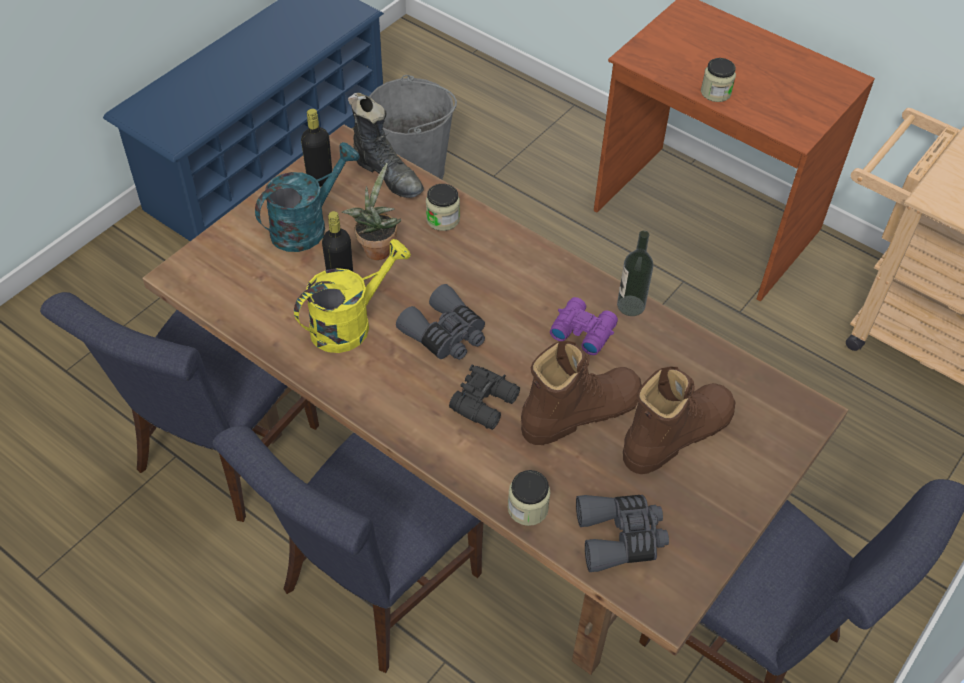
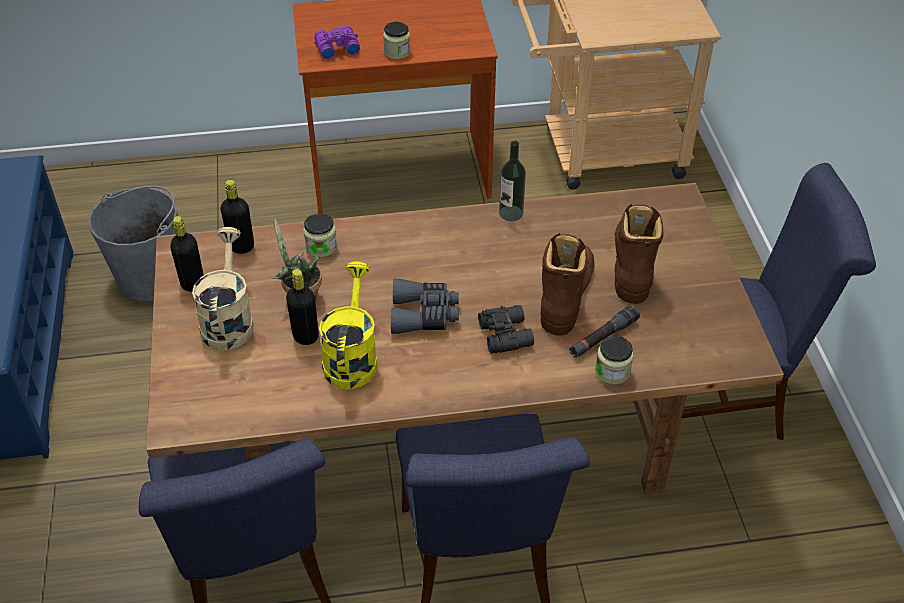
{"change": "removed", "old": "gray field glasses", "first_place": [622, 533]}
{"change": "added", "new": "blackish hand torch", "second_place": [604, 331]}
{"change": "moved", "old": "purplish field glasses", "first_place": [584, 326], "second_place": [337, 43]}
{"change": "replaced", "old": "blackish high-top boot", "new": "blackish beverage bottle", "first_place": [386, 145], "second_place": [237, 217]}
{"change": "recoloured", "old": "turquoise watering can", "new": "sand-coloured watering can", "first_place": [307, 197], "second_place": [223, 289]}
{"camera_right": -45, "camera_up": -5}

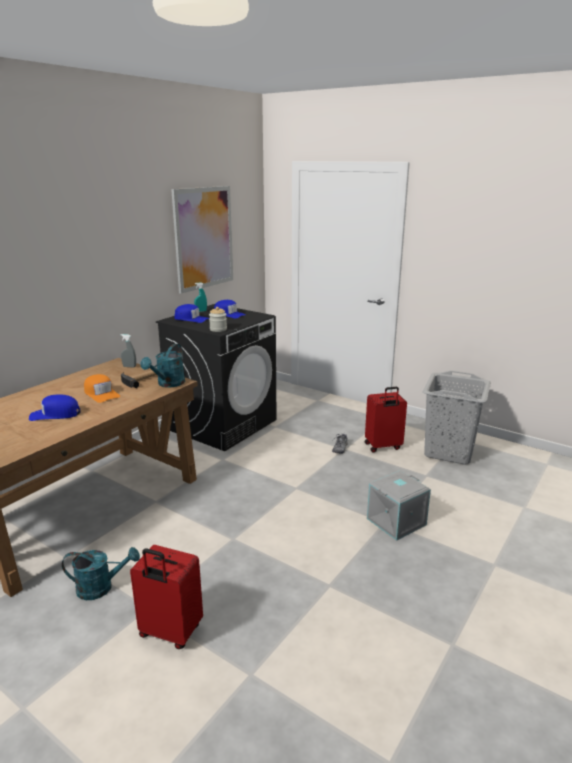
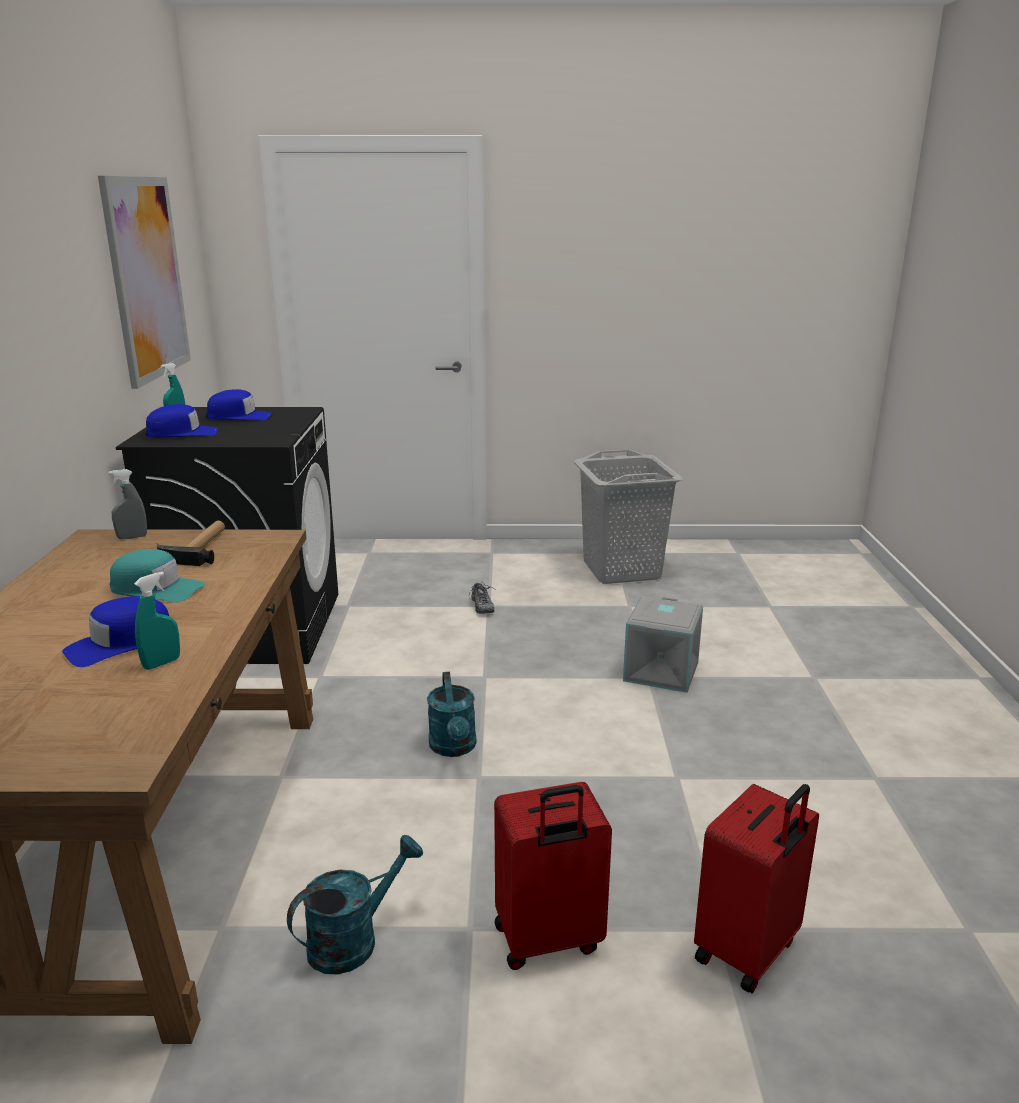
{"change": "removed", "old": "jar", "first_place": [218, 319]}
{"change": "added", "new": "turquoise spray bottle", "second_place": [157, 621]}
{"change": "moved", "old": "turquoise watering can", "first_place": [162, 366], "second_place": [452, 714]}
{"change": "moved", "old": "reddish piece of luggage", "first_place": [386, 420], "second_place": [756, 888]}
{"change": "recoloured", "old": "orange baseball cap", "new": "turquoise baseball cap", "first_place": [102, 388], "second_place": [158, 575]}
{"camera_right": -35, "camera_up": 0}

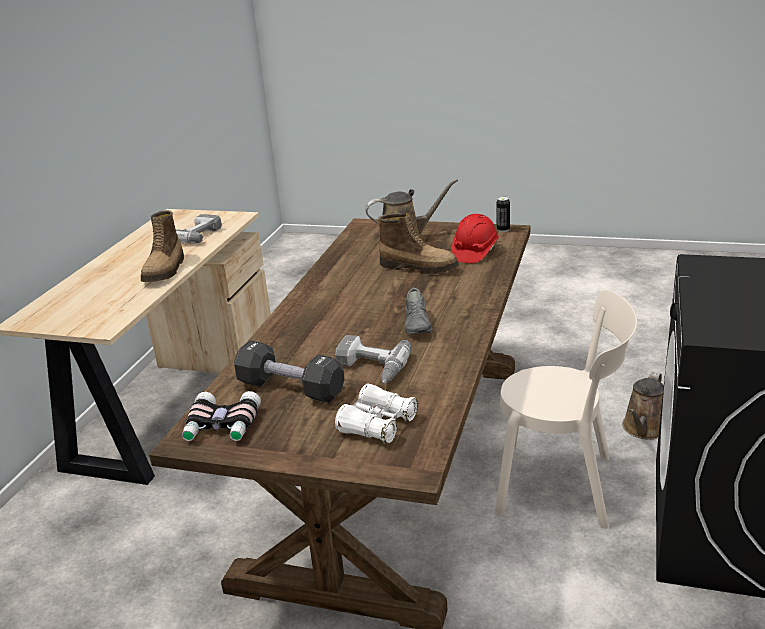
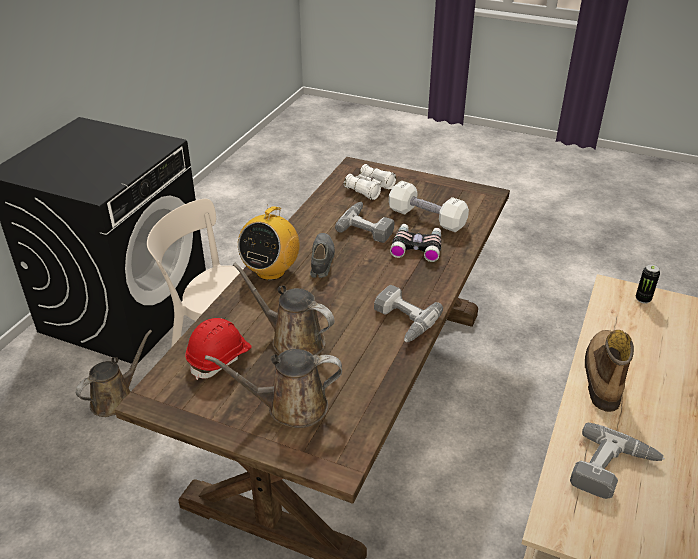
{"change": "added", "new": "radio", "second_place": [269, 243]}
{"change": "added", "new": "drill", "second_place": [408, 313]}
{"change": "moved", "old": "field glasses", "first_place": [221, 416], "second_place": [415, 243]}
{"change": "moved", "old": "can", "first_place": [503, 214], "second_place": [648, 284]}
{"change": "replaced", "old": "high-top boot", "new": "brown-coloured watering can", "first_place": [418, 243], "second_place": [283, 309]}
{"change": "recoloured", "old": "blackish dumbbell", "new": "white dumbbell", "first_place": [289, 371], "second_place": [429, 206]}
{"camera_right": -175, "camera_up": 10}

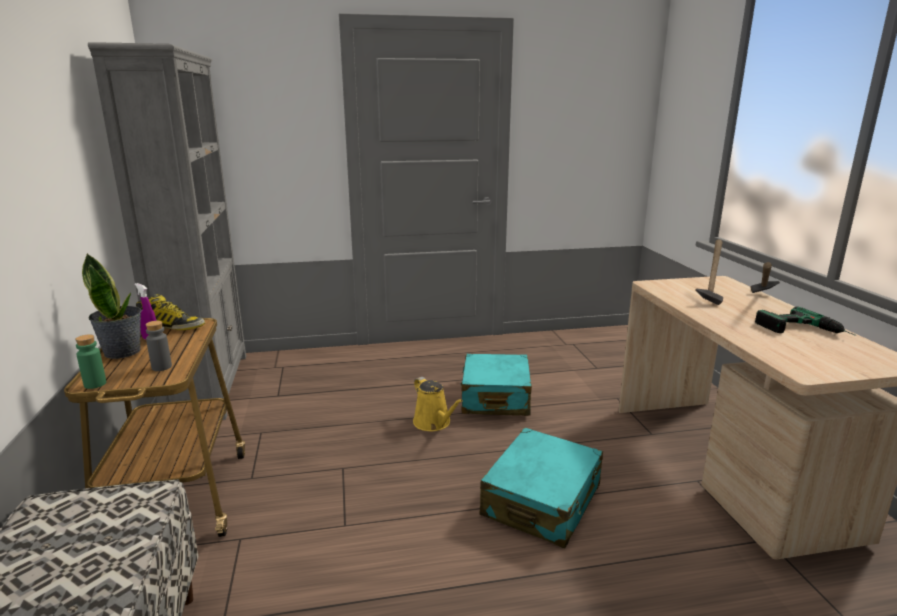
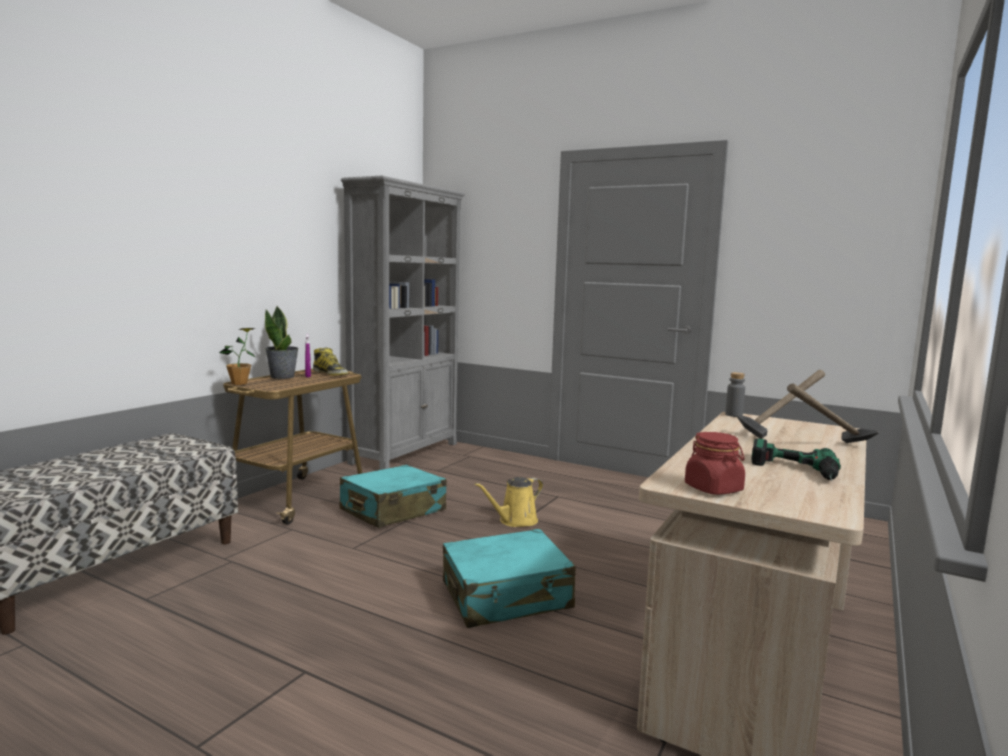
{"change": "added", "new": "reddish jar", "second_place": [715, 463]}
{"change": "moved", "old": "gray beverage bottle", "first_place": [158, 346], "second_place": [735, 394]}
{"change": "moved", "old": "turquoise piece of luggage", "first_place": [496, 385], "second_place": [393, 496]}
{"change": "replaced", "old": "green beverage bottle", "new": "plant in a pot", "first_place": [90, 361], "second_place": [237, 356]}
{"change": "turned", "old": "yellow watering can", "first_place": [438, 404], "second_place": [509, 502], "degrees": 45}
{"camera_right": 40, "camera_up": -10}

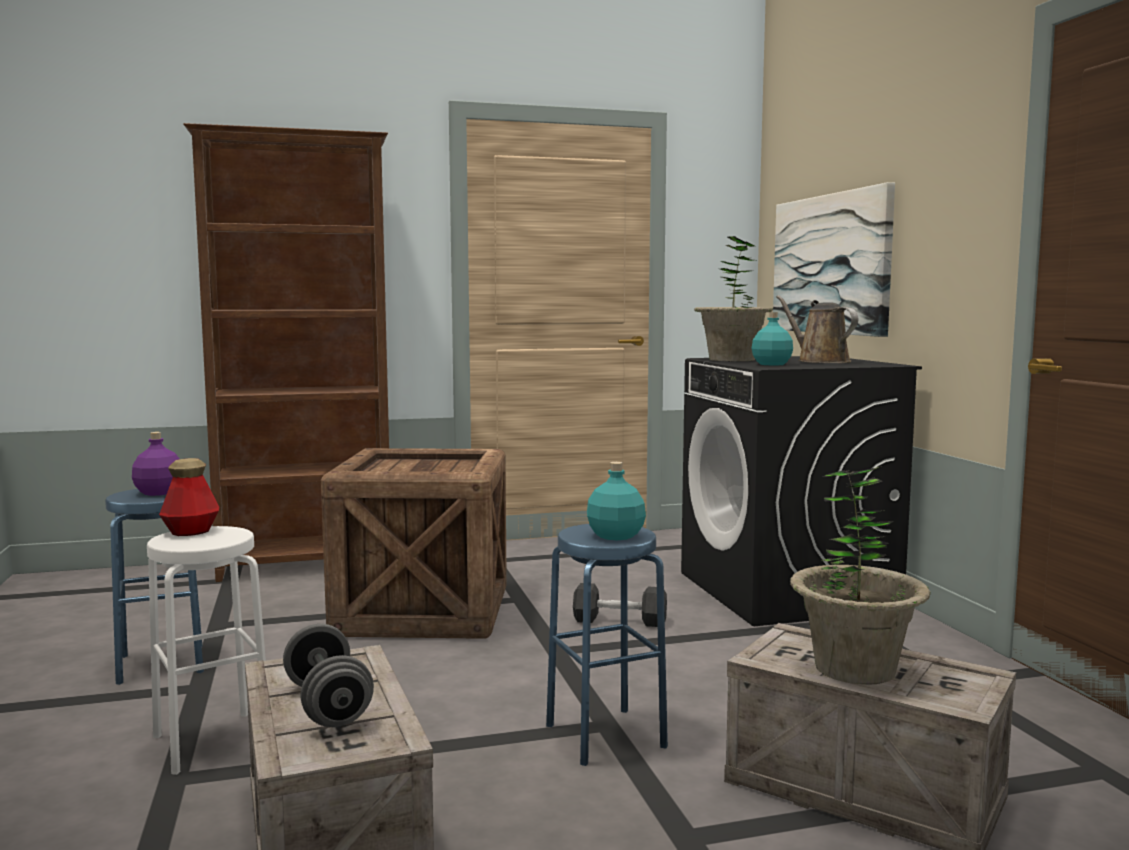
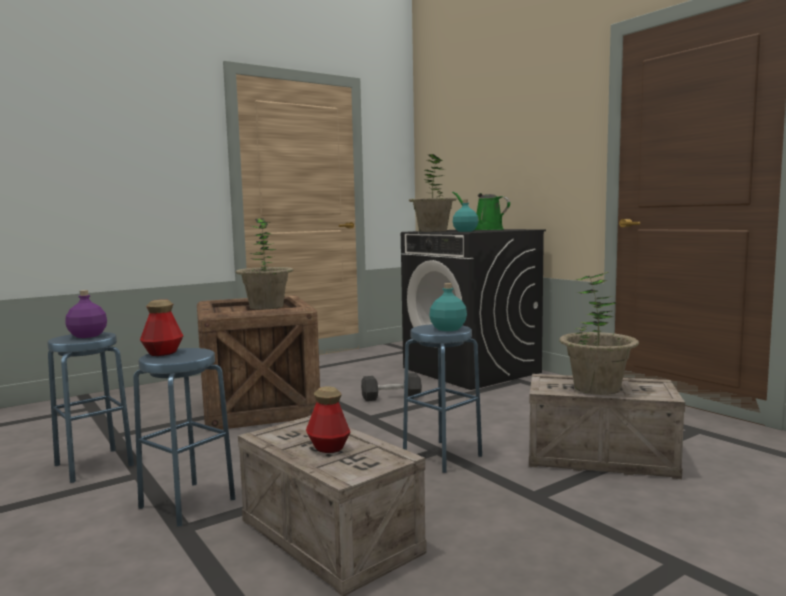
{"change": "removed", "old": "brown-coloured bookshelf", "first_place": [286, 352]}
{"change": "removed", "old": "wall picture", "first_place": [834, 259]}
{"change": "added", "new": "plant in a pot", "second_place": [264, 264]}
{"change": "replaced", "old": "gray dumbbell", "new": "beverage bottle", "first_place": [328, 675], "second_place": [328, 419]}
{"change": "recoloured", "old": "white stool", "new": "bluish stool", "first_place": [206, 650], "second_place": [184, 437]}
{"change": "recoloured", "old": "brown-coloured watering can", "new": "green watering can", "first_place": [817, 329], "second_place": [481, 210]}
{"camera_right": -20, "camera_up": 0}

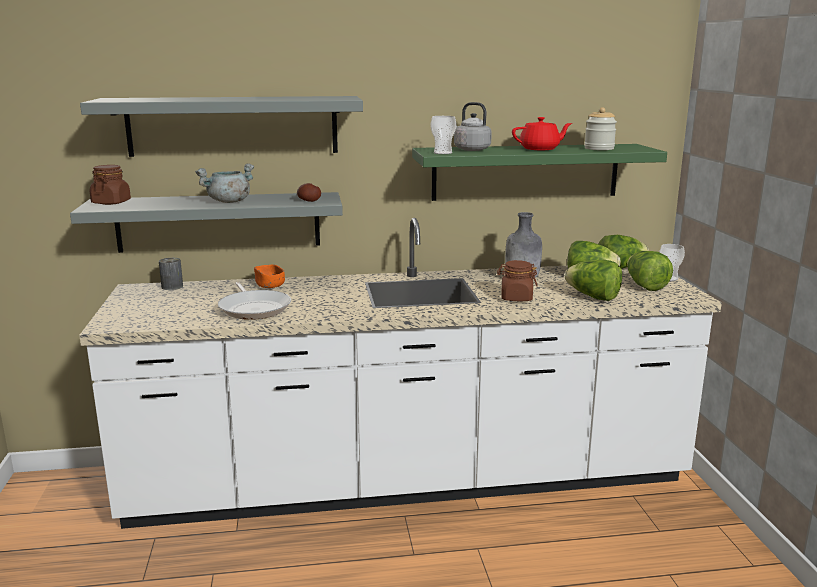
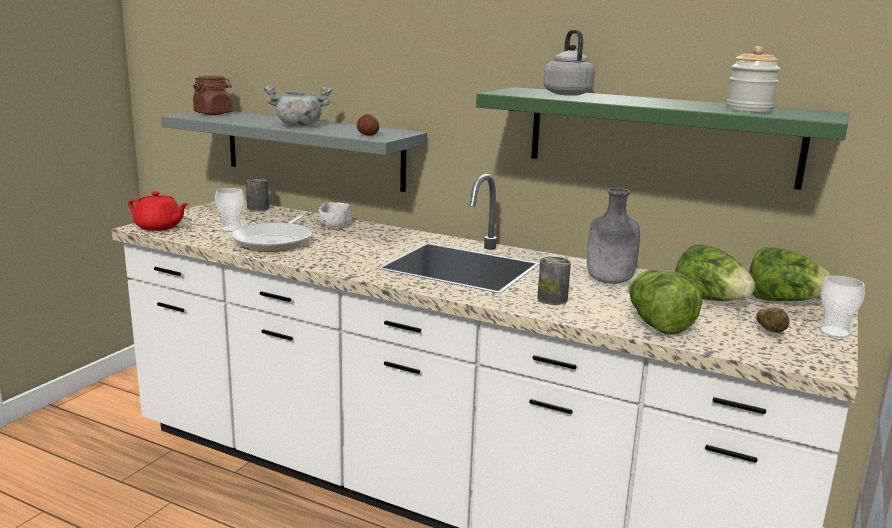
{"change": "removed", "old": "gray bracket shelf", "first_place": [221, 126]}
{"change": "moved", "old": "drinking cup", "first_place": [443, 135], "second_place": [229, 210]}
{"change": "moved", "old": "reddish tea pot", "first_place": [542, 133], "second_place": [158, 211]}
{"change": "replaced", "old": "brown-coloured jar", "new": "can", "first_place": [517, 280], "second_place": [554, 281]}
{"change": "replaced", "old": "lettuce head", "new": "spud", "first_place": [650, 271], "second_place": [773, 320]}
{"change": "recoloured", "old": "orange bowl", "new": "white bowl", "first_place": [269, 276], "second_place": [334, 215]}
{"camera_right": 35, "camera_up": 0}

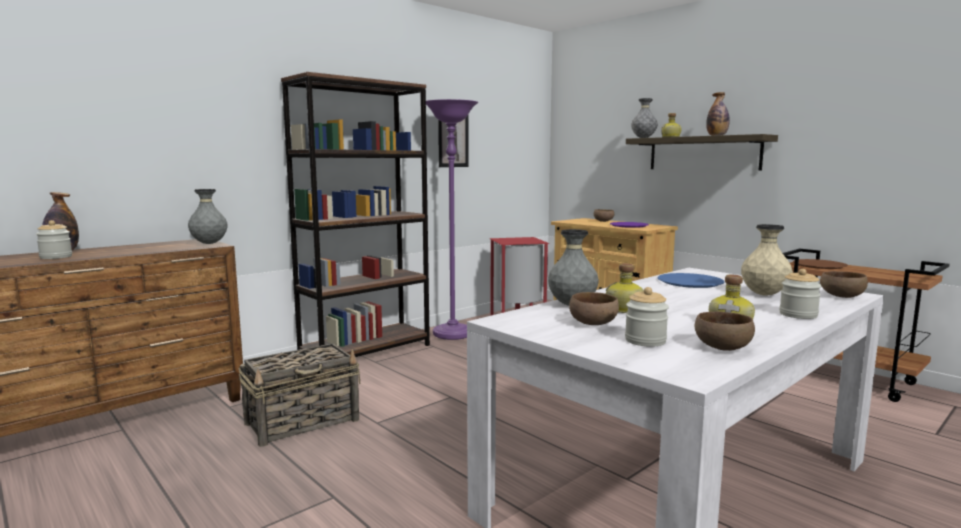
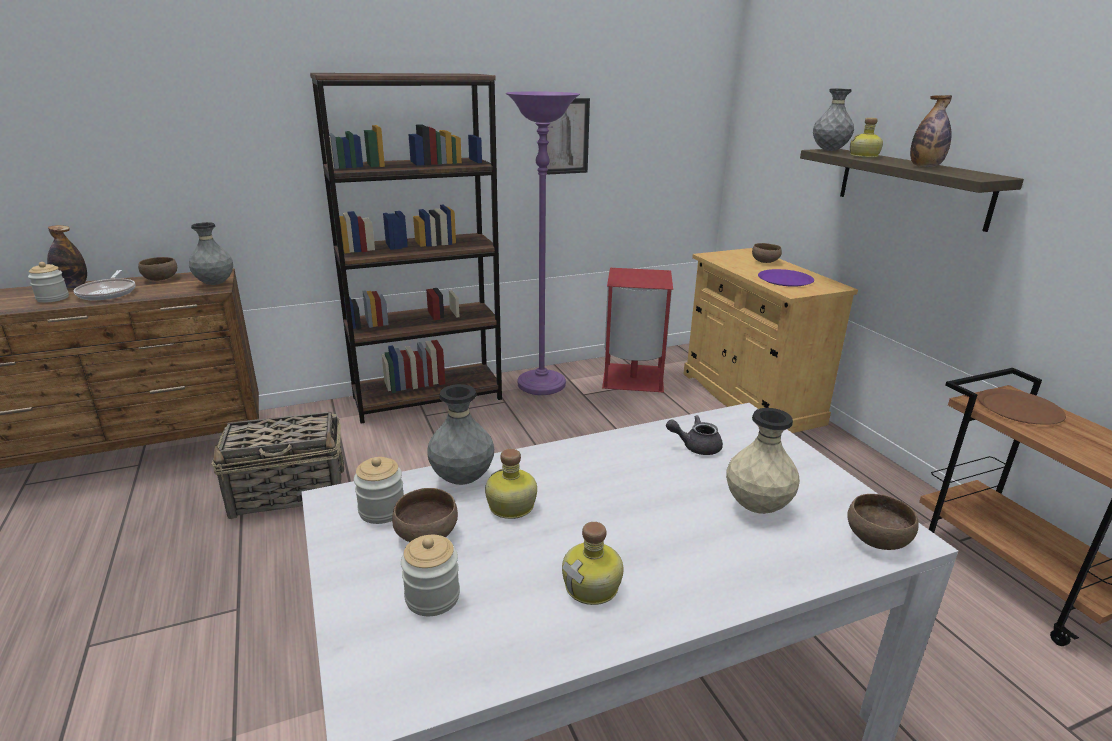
{"change": "added", "new": "frying pan", "second_place": [105, 285]}
{"change": "moved", "old": "brown-coloured bowl", "first_place": [725, 331], "second_place": [157, 269]}
{"change": "moved", "old": "jar", "first_place": [800, 294], "second_place": [379, 490]}
{"change": "replaced", "old": "bluish dinner plate", "new": "gray tea pot", "first_place": [691, 280], "second_place": [694, 435]}
{"camera_right": 20, "camera_up": 15}

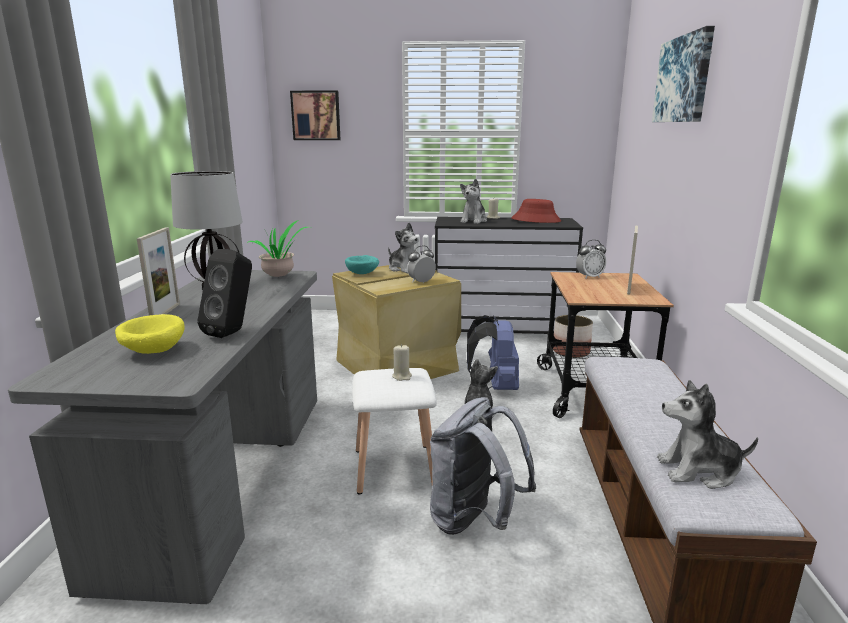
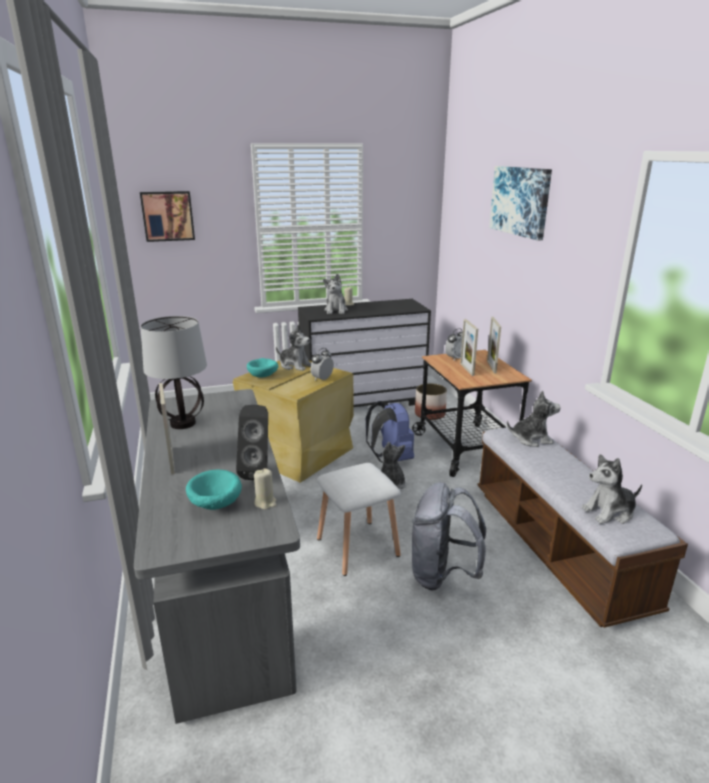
{"change": "removed", "old": "plant in a pot", "first_place": [277, 249]}
{"change": "removed", "old": "reddish wearable hat", "first_place": [536, 211]}
{"change": "added", "new": "picture frame", "second_place": [469, 347]}
{"change": "added", "new": "soft toy", "second_place": [533, 418]}
{"change": "moved", "old": "sand-coloured wax candle", "first_place": [402, 362], "second_place": [265, 489]}
{"change": "recoloured", "old": "yellow bowl", "new": "turquoise bowl", "first_place": [150, 334], "second_place": [214, 490]}
{"camera_right": -20, "camera_up": 5}

